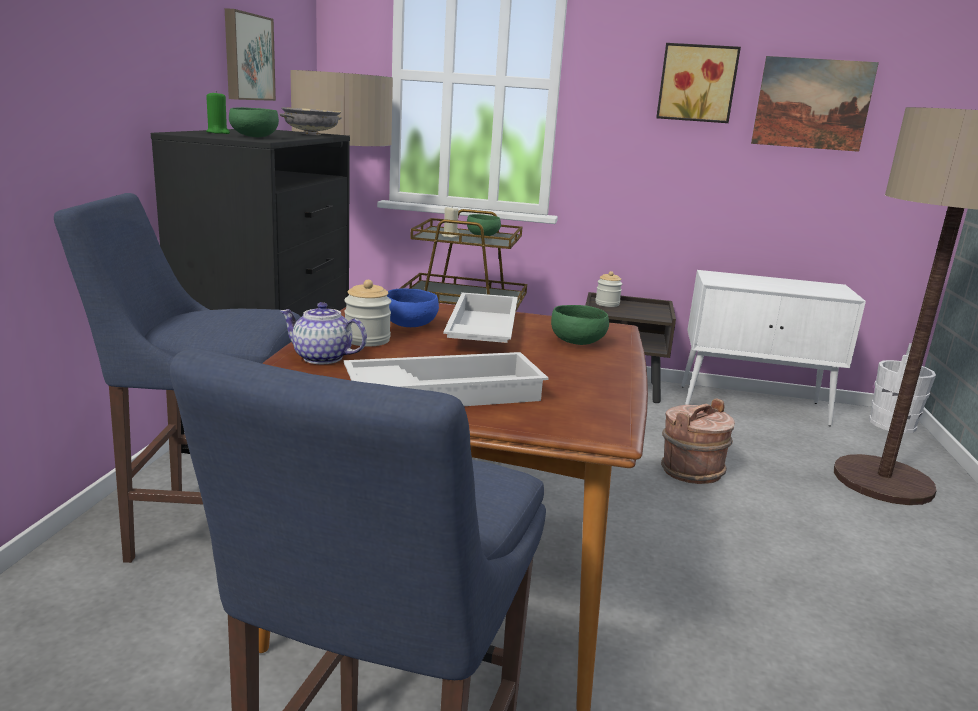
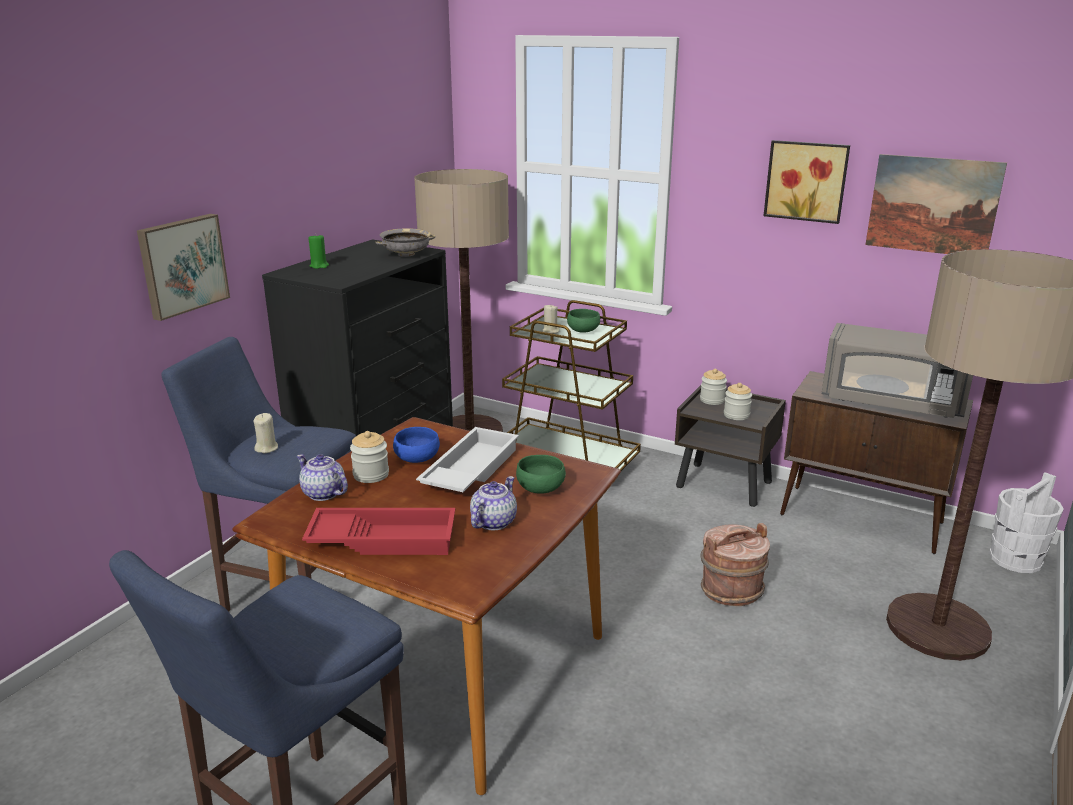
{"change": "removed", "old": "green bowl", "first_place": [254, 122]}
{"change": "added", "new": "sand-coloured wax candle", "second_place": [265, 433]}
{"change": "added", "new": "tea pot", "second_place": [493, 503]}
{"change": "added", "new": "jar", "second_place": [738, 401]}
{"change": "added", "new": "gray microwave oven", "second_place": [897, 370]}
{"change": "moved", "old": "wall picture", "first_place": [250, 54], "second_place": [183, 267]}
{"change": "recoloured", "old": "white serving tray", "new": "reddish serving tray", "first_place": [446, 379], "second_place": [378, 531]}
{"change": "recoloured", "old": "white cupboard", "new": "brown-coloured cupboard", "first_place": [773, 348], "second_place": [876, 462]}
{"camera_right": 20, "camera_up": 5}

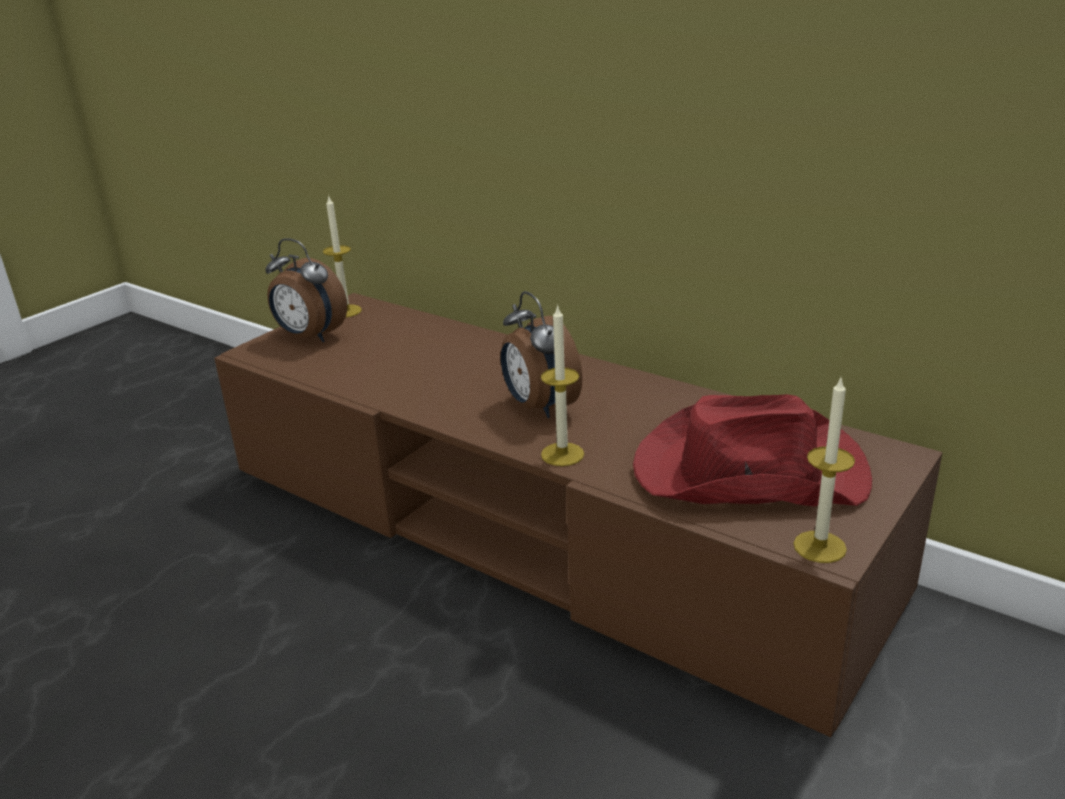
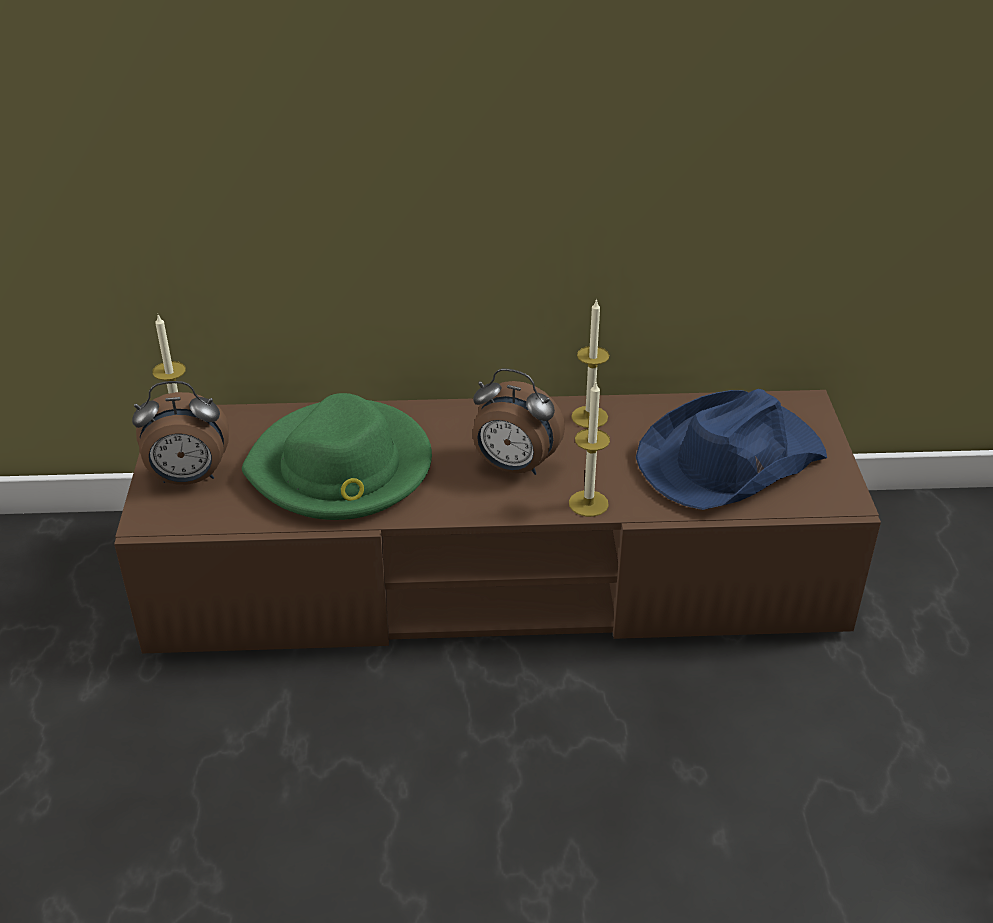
{"change": "added", "new": "green wearable hat", "second_place": [337, 456]}
{"change": "moved", "old": "wax candle", "first_place": [824, 469], "second_place": [590, 363]}
{"change": "recoloured", "old": "reddish wearable hat", "new": "bluish wearable hat", "first_place": [752, 450], "second_place": [731, 449]}
{"camera_right": -40, "camera_up": 10}

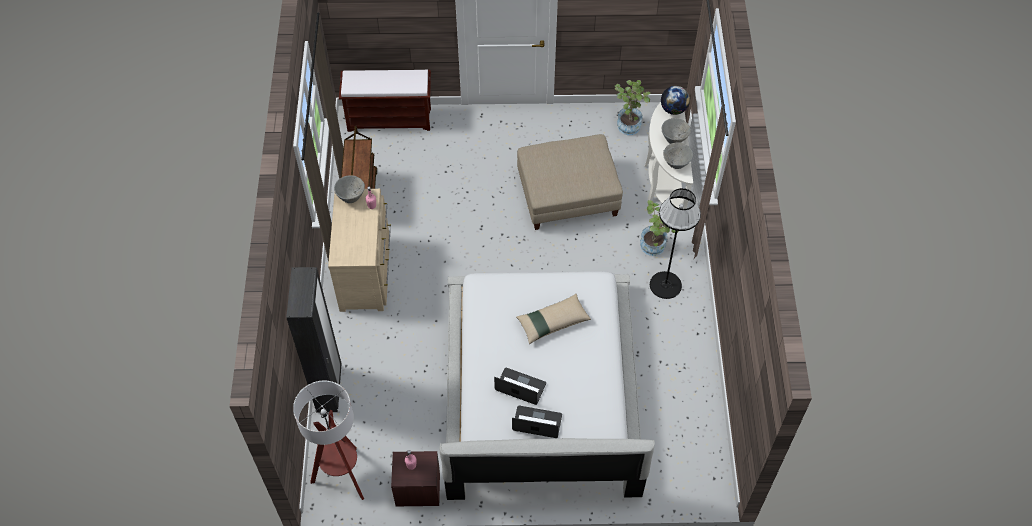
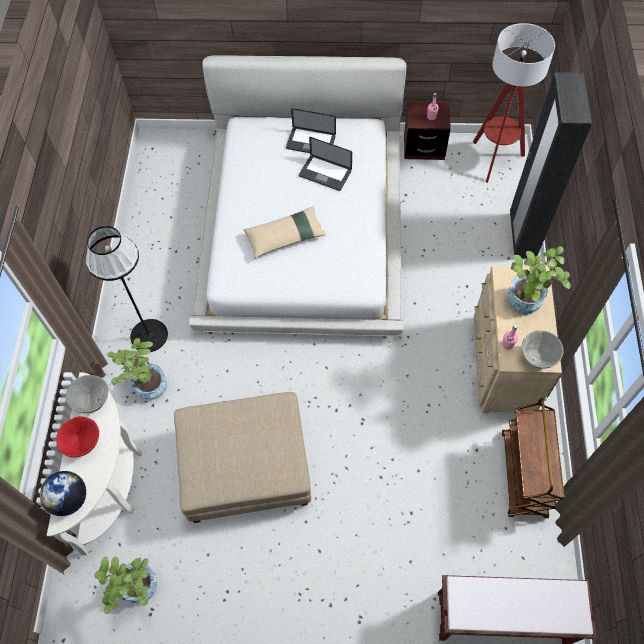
{"change": "added", "new": "plant in a pot", "second_place": [539, 280]}
{"change": "recoloured", "old": "gray bowl", "new": "reddish bowl", "first_place": [676, 131], "second_place": [77, 437]}
{"camera_right": -175, "camera_up": 5}

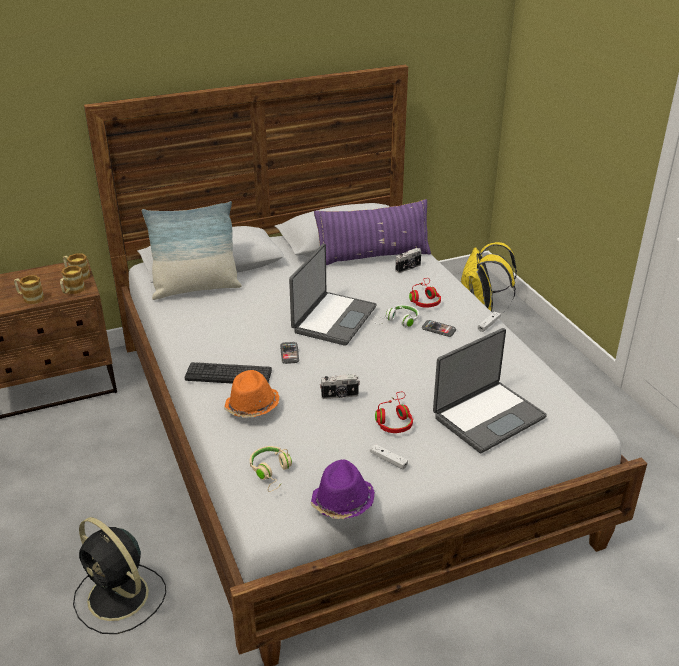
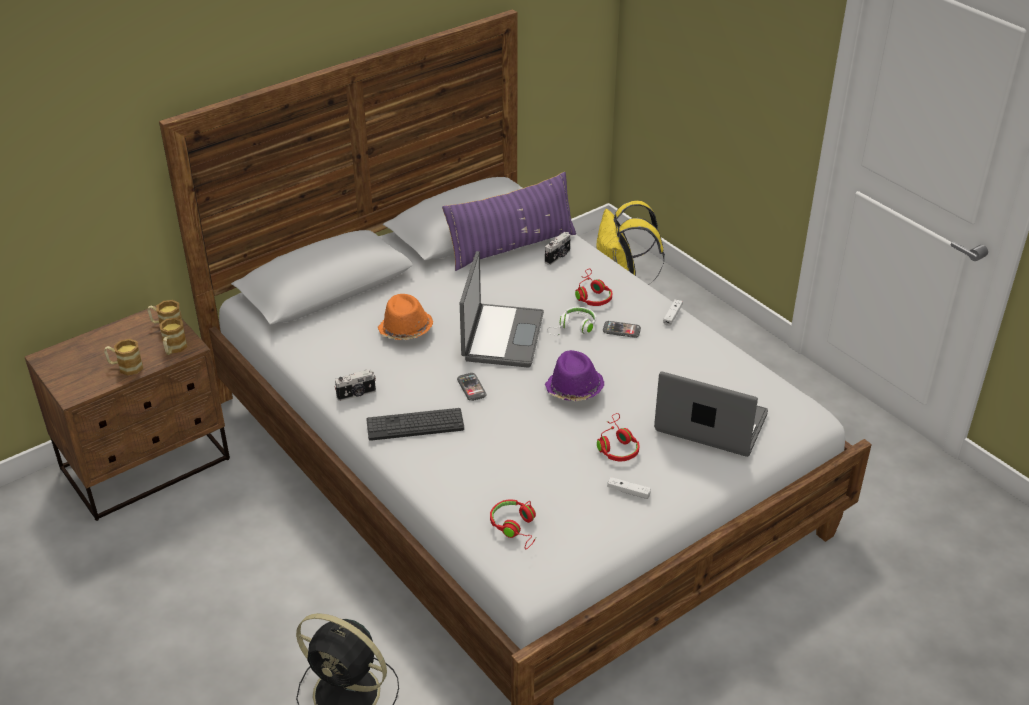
{"change": "removed", "old": "throw pillow", "first_place": [192, 250]}
{"change": "moved", "old": "orange wearable hat", "first_place": [252, 394], "second_place": [405, 317]}
{"change": "moved", "old": "purplish wearable hat", "first_place": [342, 489], "second_place": [574, 375]}
{"change": "moved", "old": "photo camera", "first_place": [340, 386], "second_place": [355, 385]}
{"change": "recoloured", "old": "sand-coloured headset", "new": "reddish headset", "first_place": [271, 469], "second_place": [513, 524]}
{"change": "turned", "old": "laptop", "first_place": [490, 390], "second_place": [711, 414], "degrees": -105}
{"camera_right": -15, "camera_up": 5}

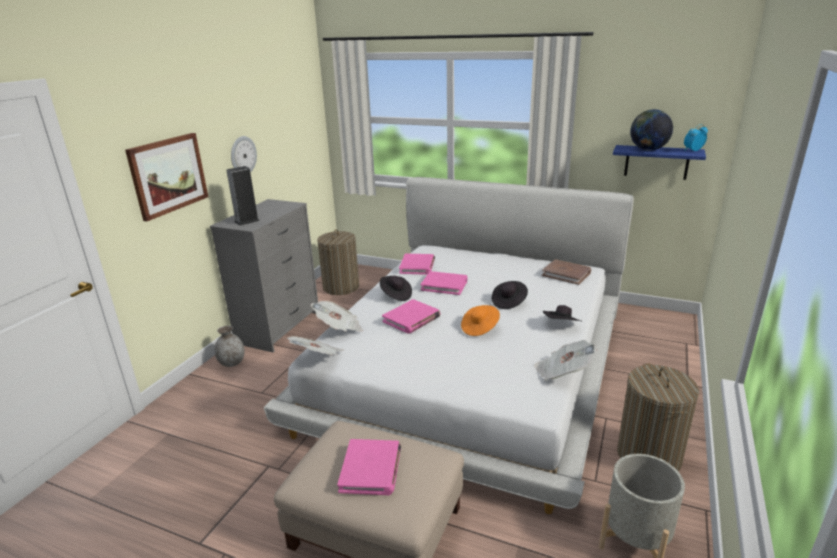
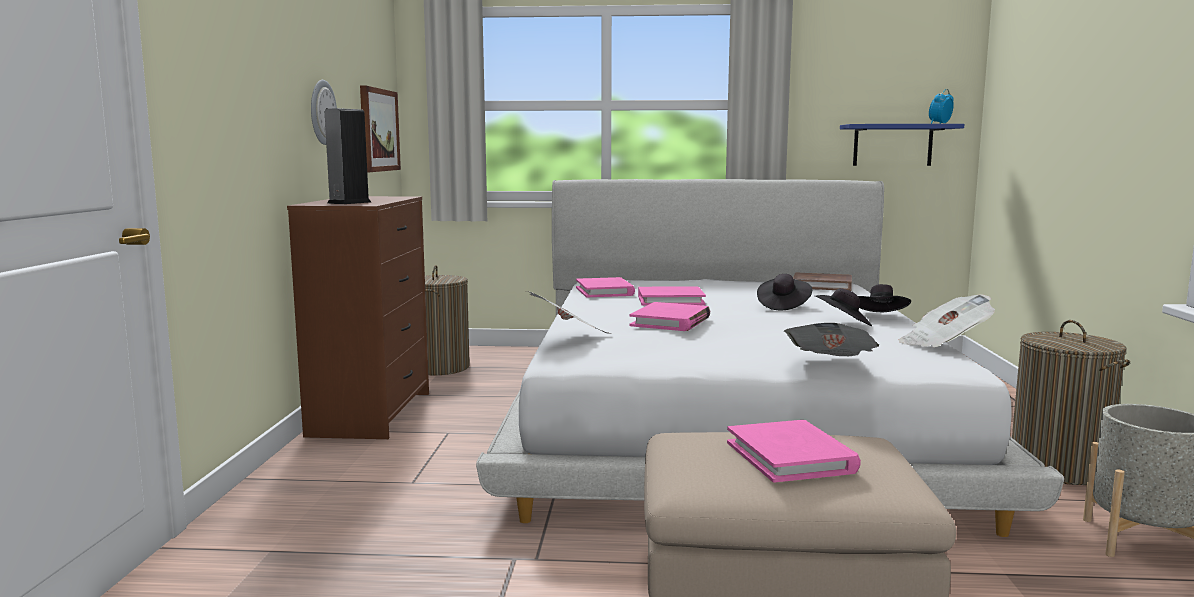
{"change": "removed", "old": "gray vase", "first_place": [229, 346]}
{"change": "removed", "old": "orange wearable hat", "first_place": [480, 320]}
{"change": "removed", "old": "world globe", "first_place": [651, 130]}
{"change": "moved", "old": "wall picture", "first_place": [166, 177], "second_place": [380, 128]}
{"change": "moved", "old": "printed paper", "first_place": [315, 345], "second_place": [831, 339]}
{"change": "moved", "old": "blackish wearable hat", "first_place": [396, 288], "second_place": [843, 307]}
{"change": "recoloured", "old": "gray drawer chest", "new": "brown-coloured drawer chest", "first_place": [264, 275], "second_place": [358, 317]}
{"camera_right": -20, "camera_up": -15}

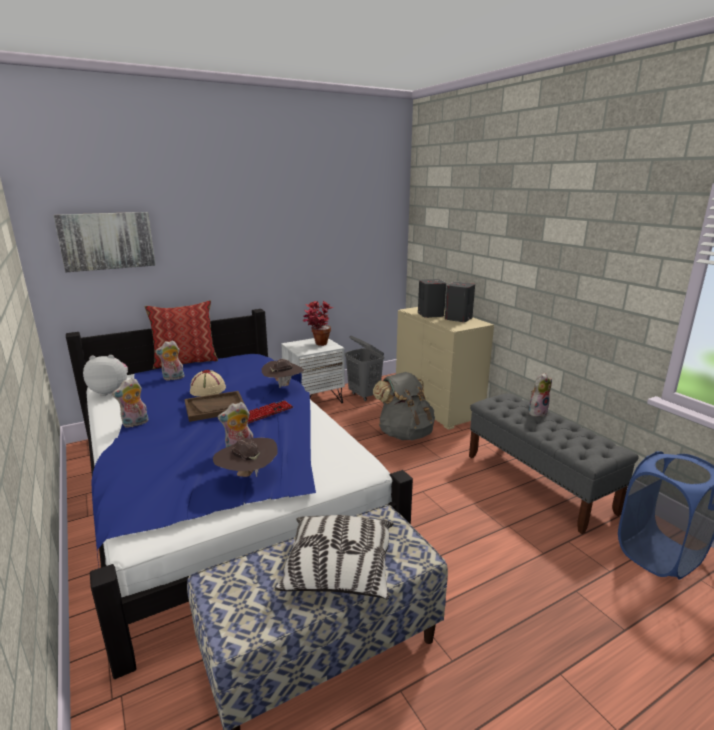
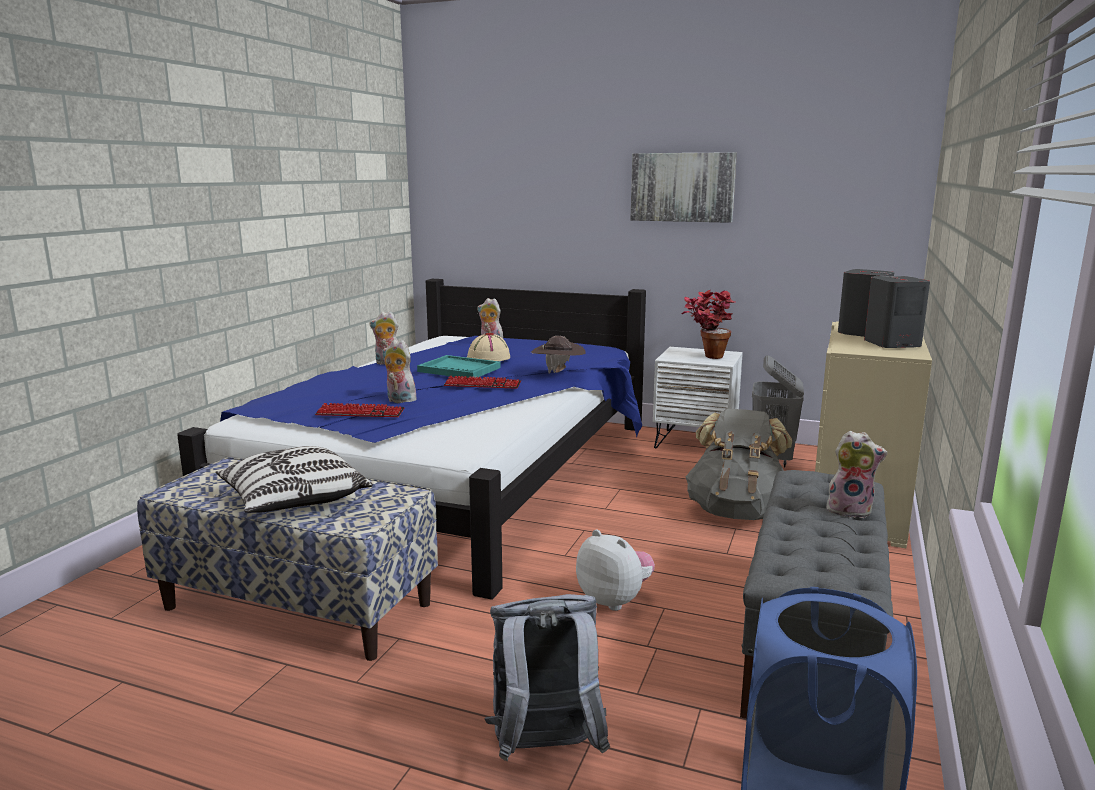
{"change": "removed", "old": "throw pillow", "first_place": [181, 334]}
{"change": "added", "new": "gray backpack", "second_place": [547, 677]}
{"change": "moved", "old": "wall picture", "first_place": [104, 242], "second_place": [683, 187]}
{"change": "moved", "old": "soft toy", "first_place": [105, 375], "second_place": [615, 570]}
{"change": "replaced", "old": "brown-coloured wearable hat", "new": "keyboard", "first_place": [245, 457], "second_place": [360, 410]}
{"change": "recoloured", "old": "brown-coloured serving tray", "new": "turquoise serving tray", "first_place": [214, 406], "second_place": [459, 366]}
{"camera_right": 50, "camera_up": -5}

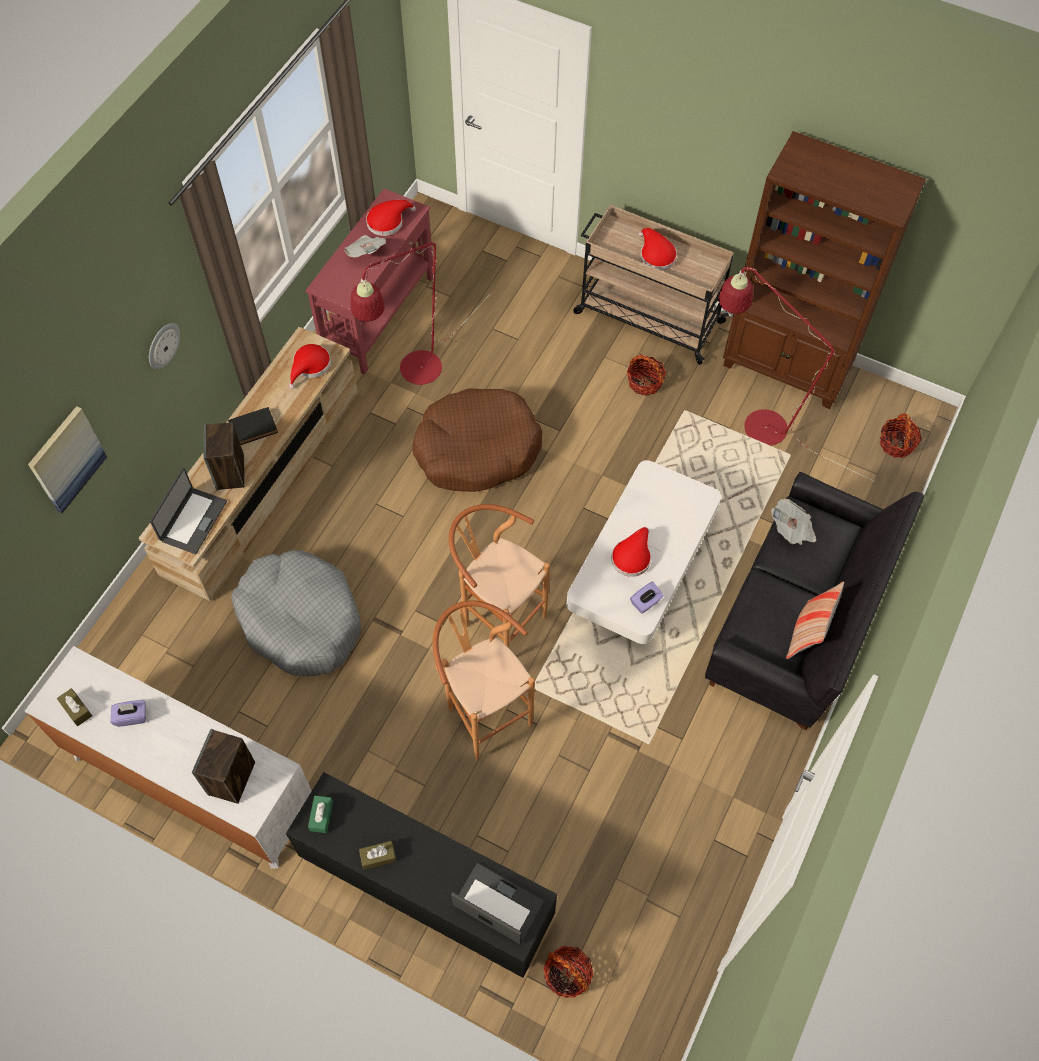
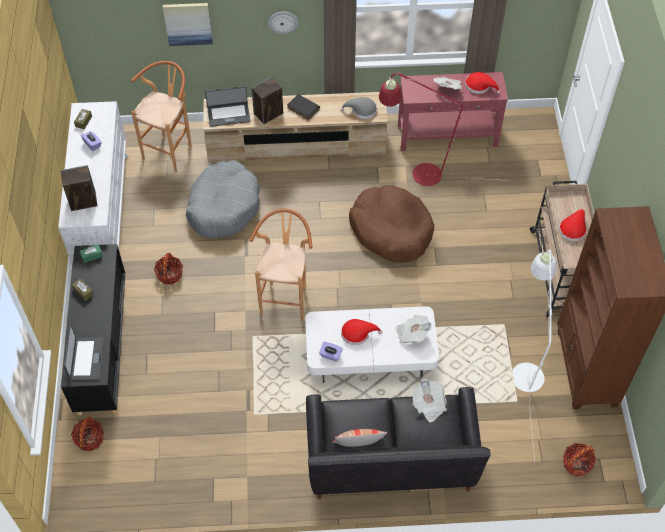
{"change": "added", "new": "printed paper", "second_place": [414, 329]}
{"change": "moved", "old": "brown-coloured stool", "first_place": [484, 680], "second_place": [161, 117]}
{"change": "moved", "old": "basket", "first_place": [646, 375], "second_place": [168, 269]}
{"change": "recoloured", "old": "reddish wearable hat", "new": "gray wearable hat", "first_place": [310, 366], "second_place": [358, 108]}
{"change": "recoloured", "old": "reddish standard lamp", "new": "white standard lamp", "first_place": [796, 374], "second_place": [535, 355]}
{"camera_right": 60, "camera_up": -5}

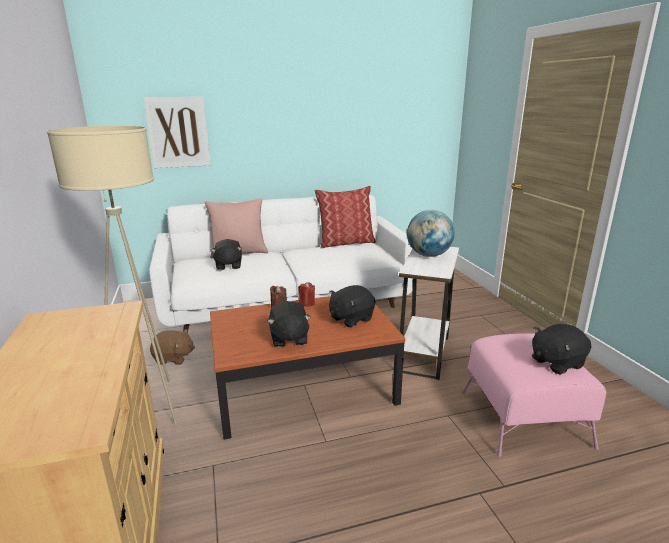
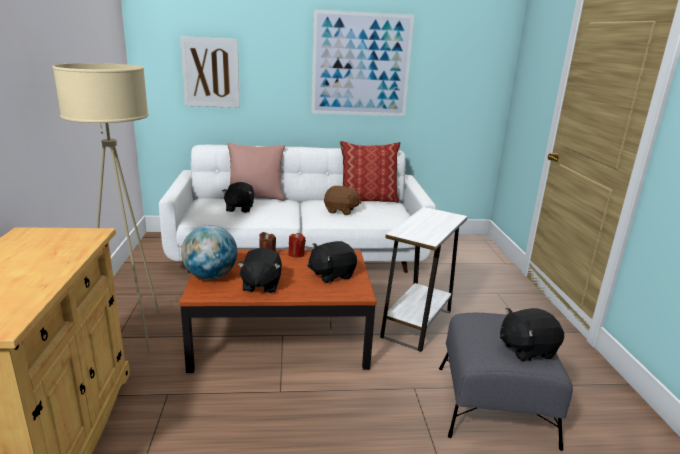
{"change": "added", "new": "wall picture", "second_place": [362, 63]}
{"change": "moved", "old": "brown-coloured soft toy", "first_place": [172, 347], "second_place": [343, 200]}
{"change": "moved", "old": "world globe", "first_place": [431, 233], "second_place": [209, 252]}
{"change": "recoloured", "old": "pinkish footrest", "new": "gray footrest", "first_place": [534, 395], "second_place": [506, 382]}
{"camera_right": 10, "camera_up": 0}

